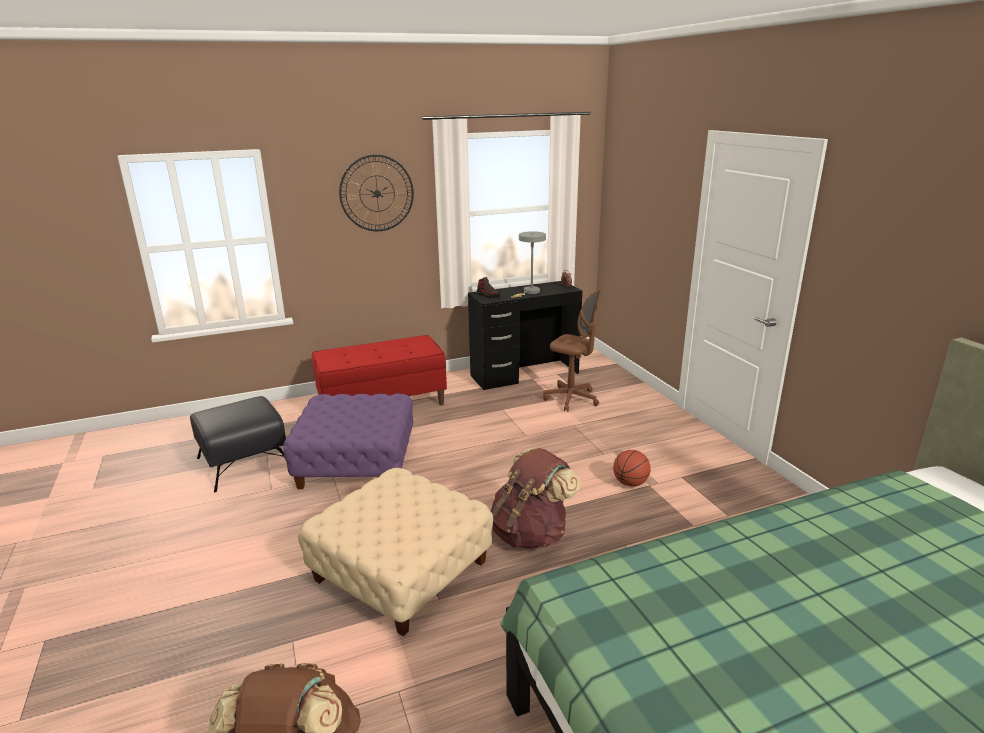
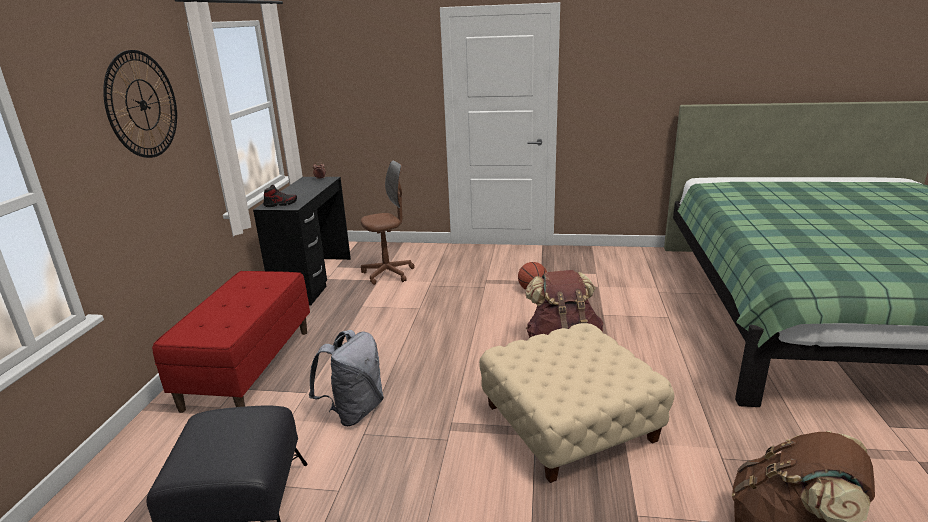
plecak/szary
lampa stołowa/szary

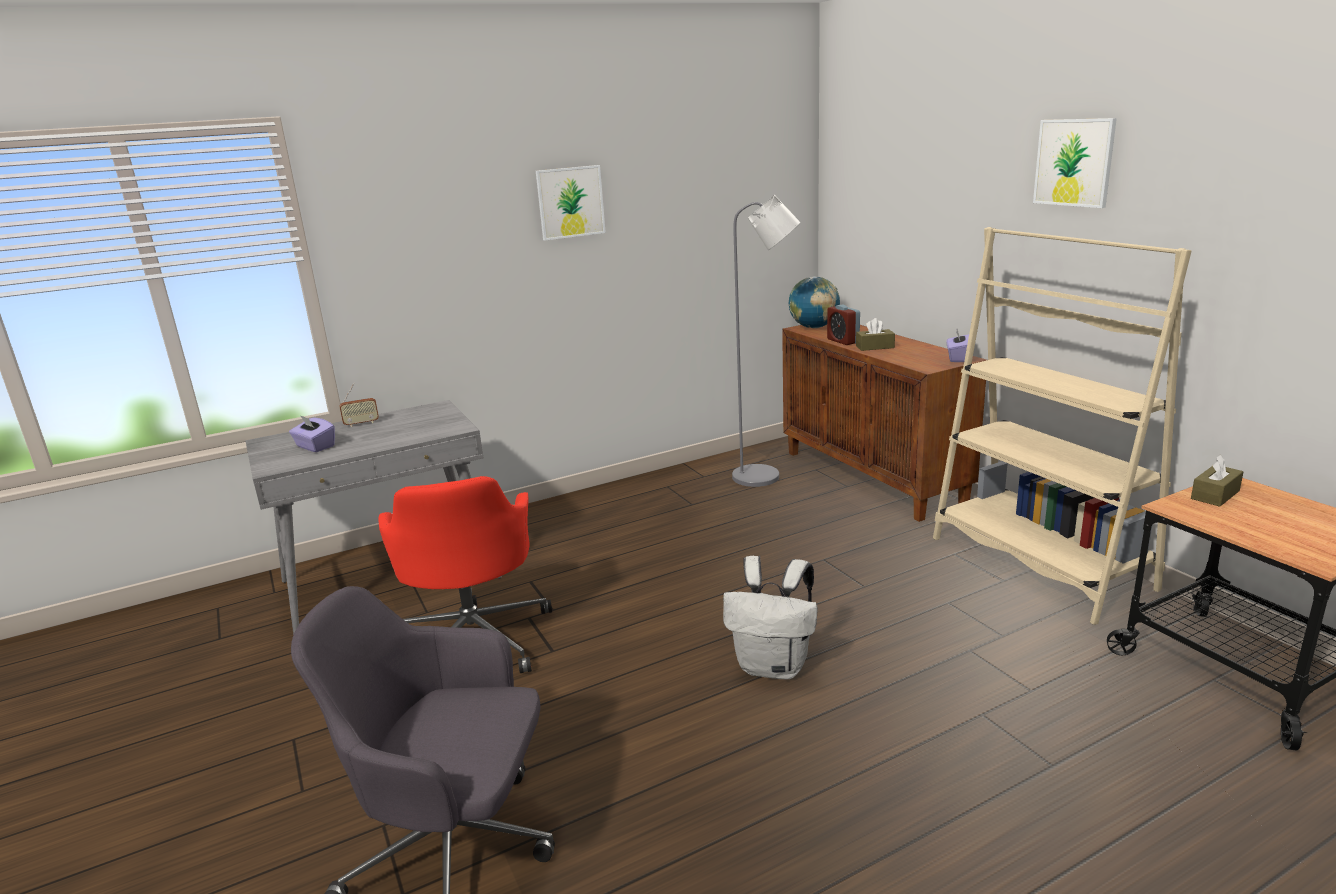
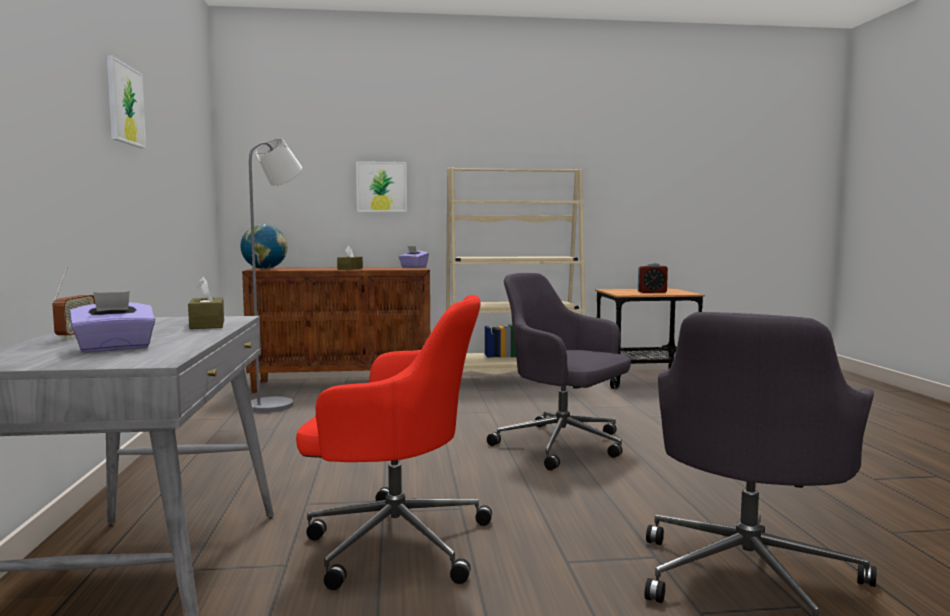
krzesło biurowe/szary (1st from left)
budzik
obraz (2nd from left)
pudełko chusteczek/brązowy (1st from left)

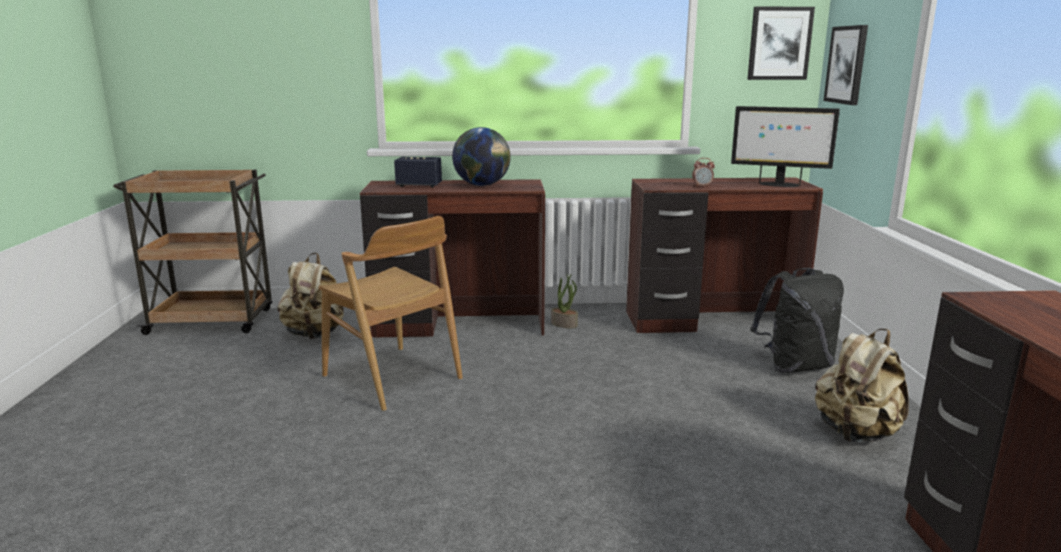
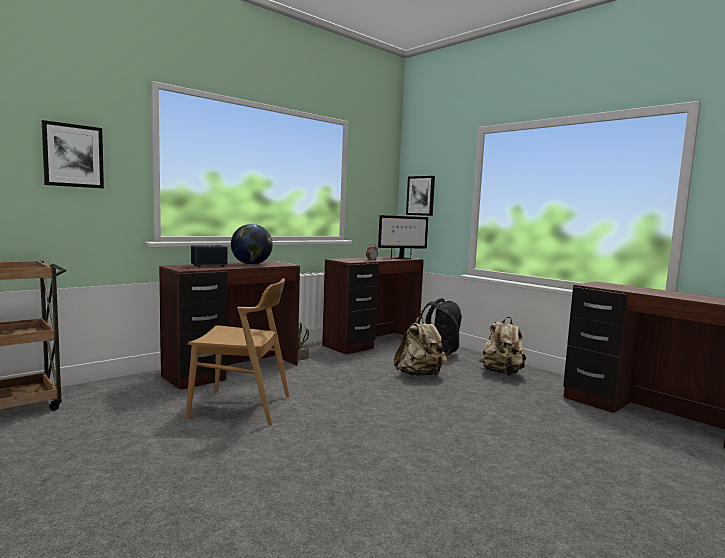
plecak/beżowy (1st from left)
obraz (1st from left)

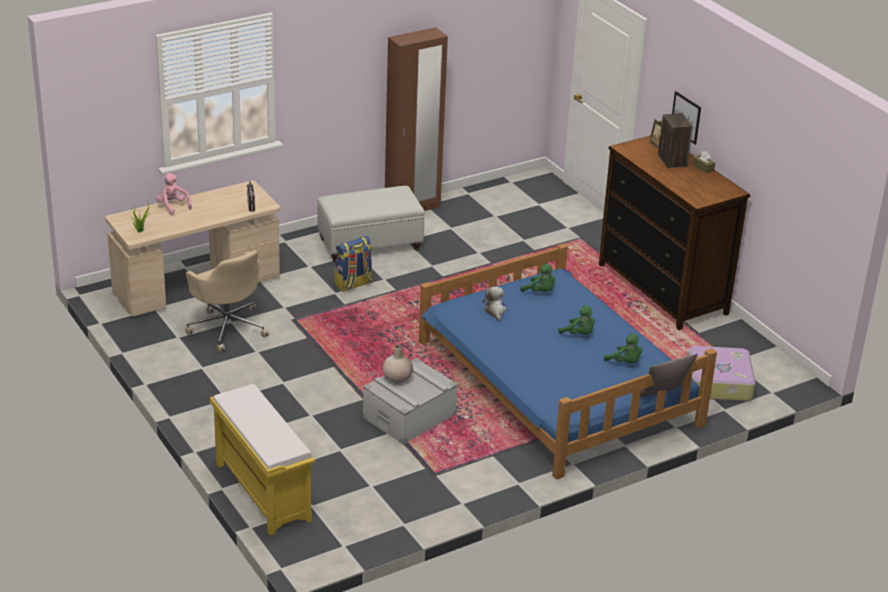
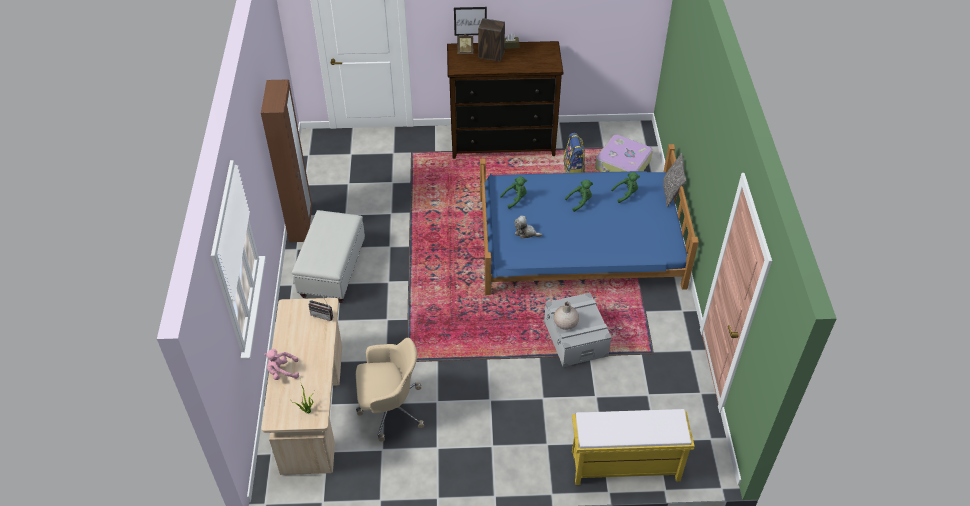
plecak

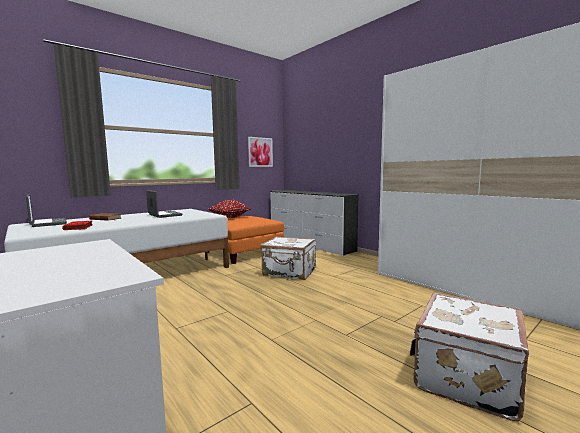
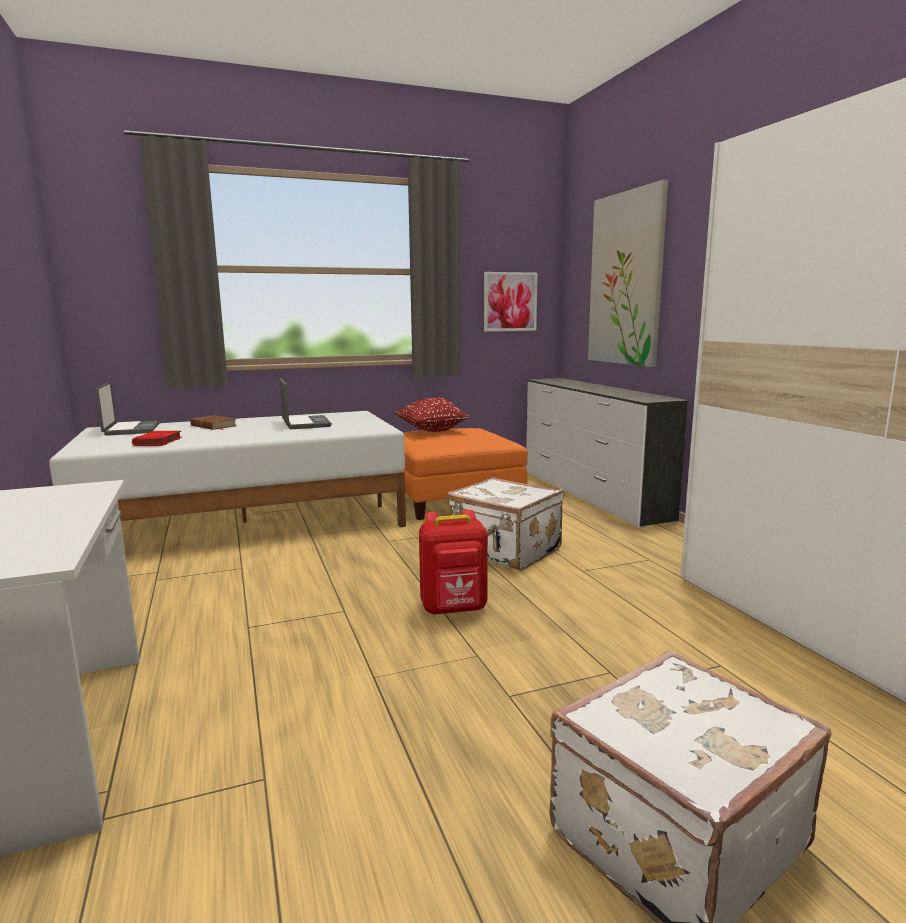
plecak/czerwony
obraz (2nd from left)

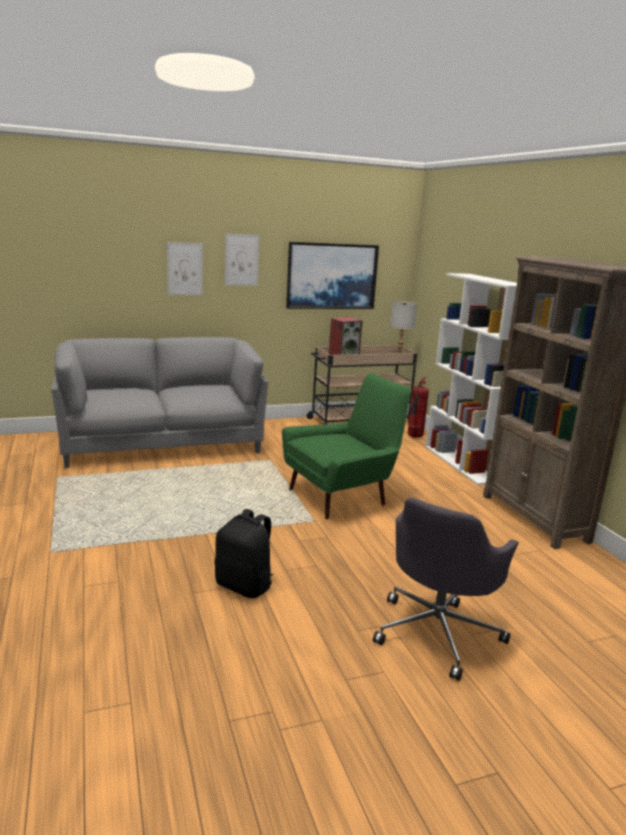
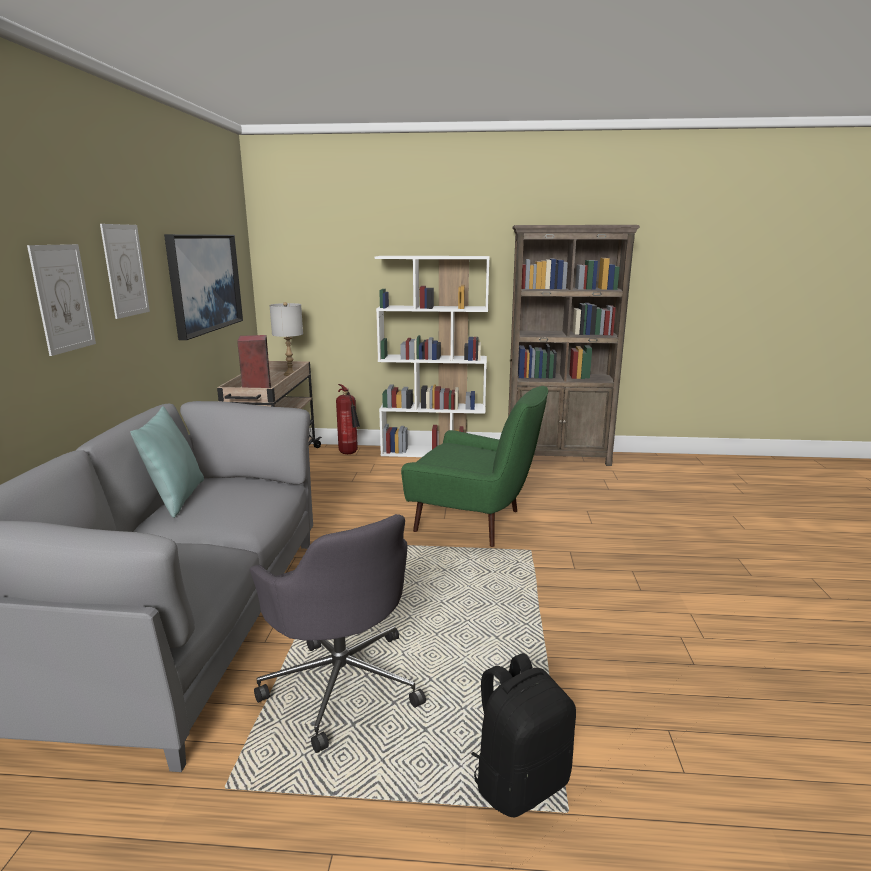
plecak/czarny
fotel/zielony
krzesło biurowe/szary
poduszka/turkusowy

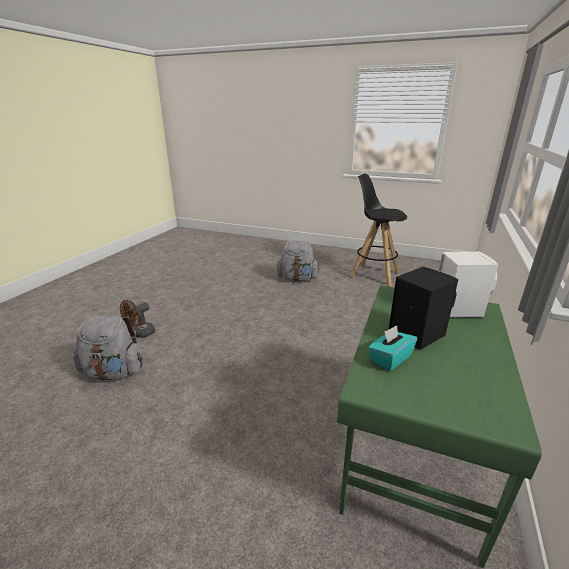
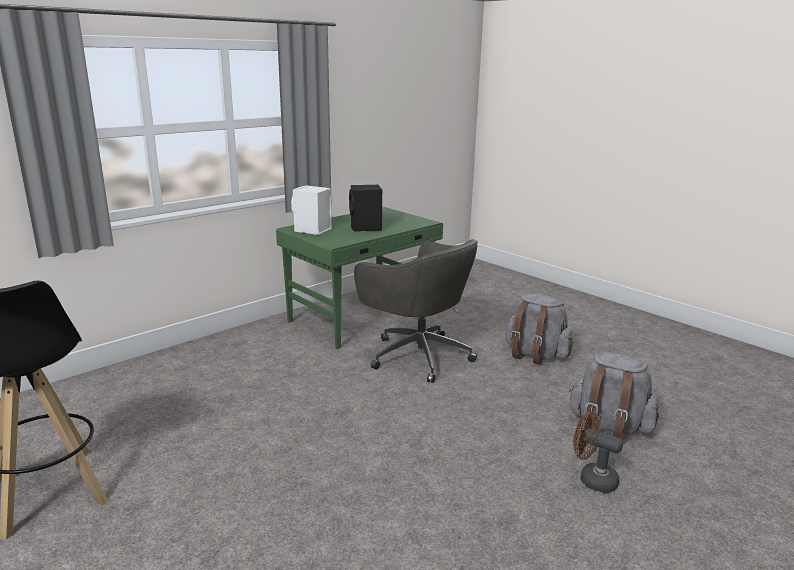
wentylator/brązowy
plecak/szary (1st from left)
pudełko chusteczek/turkusowy
krzesło biurowe/szary

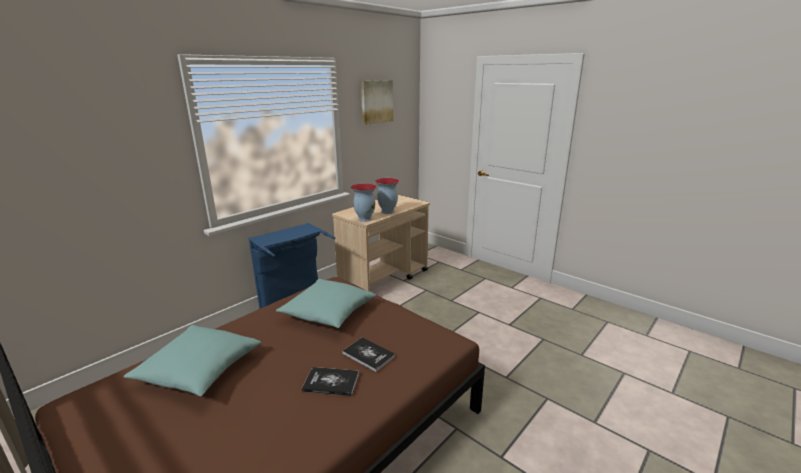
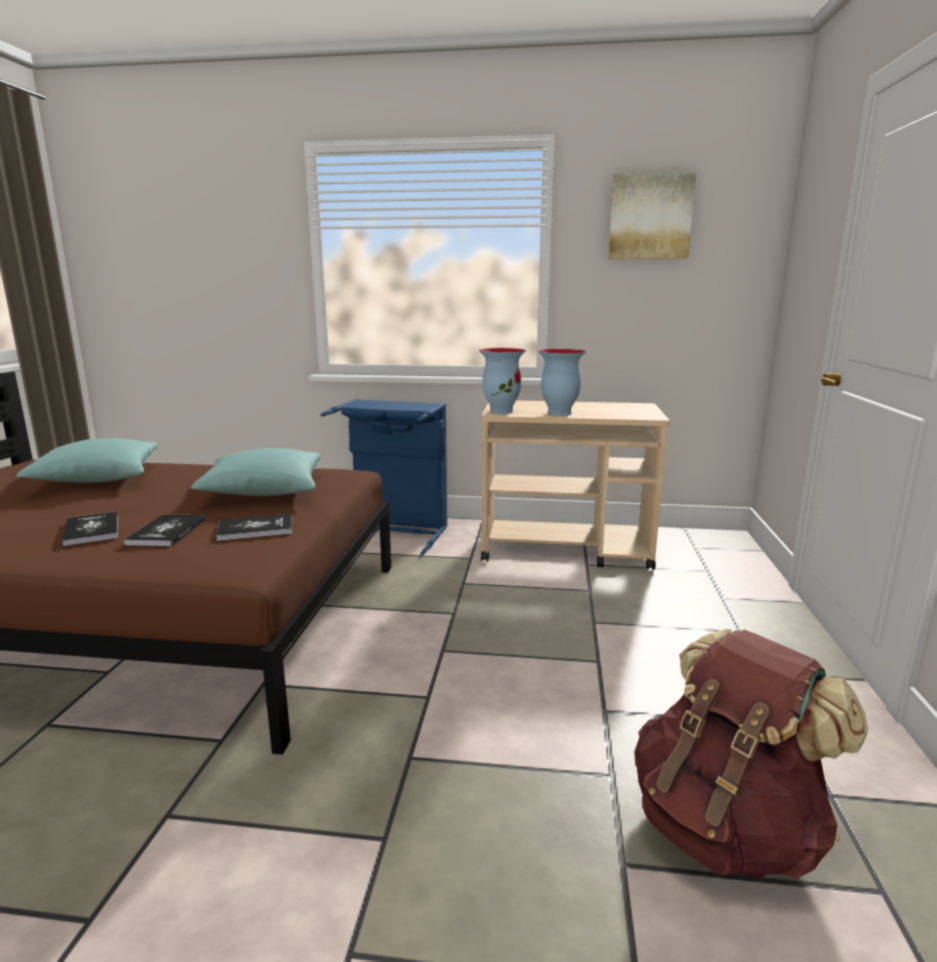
książka (3rd from left)
plecak/brązowy

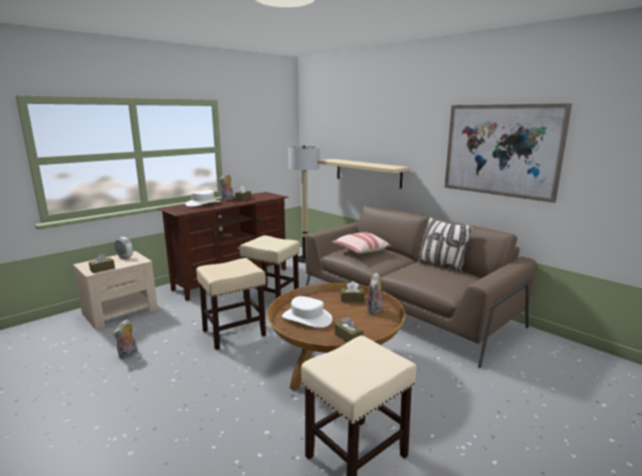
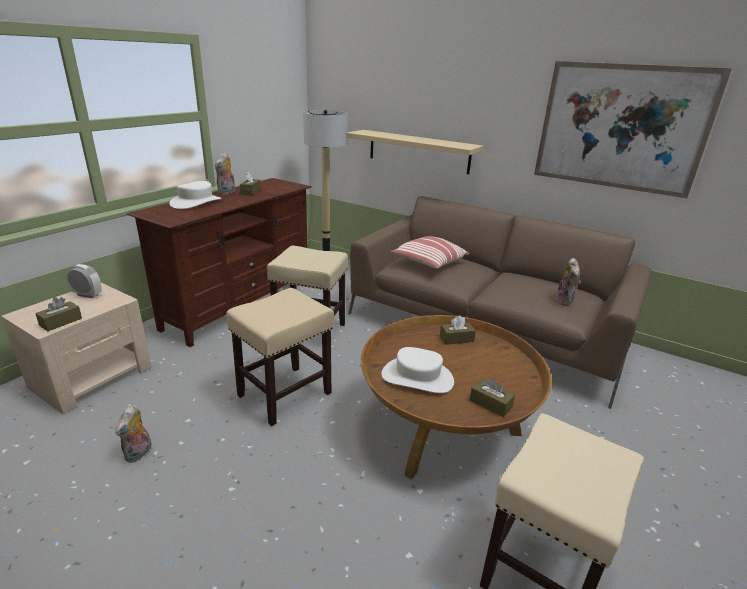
pluszak (3rd from left)
poduszka (2nd from left in the first image)

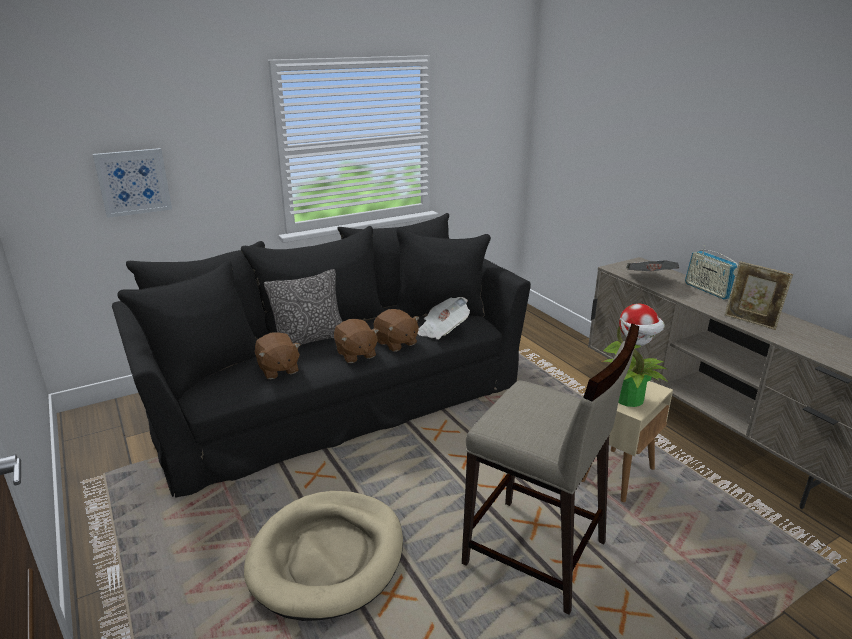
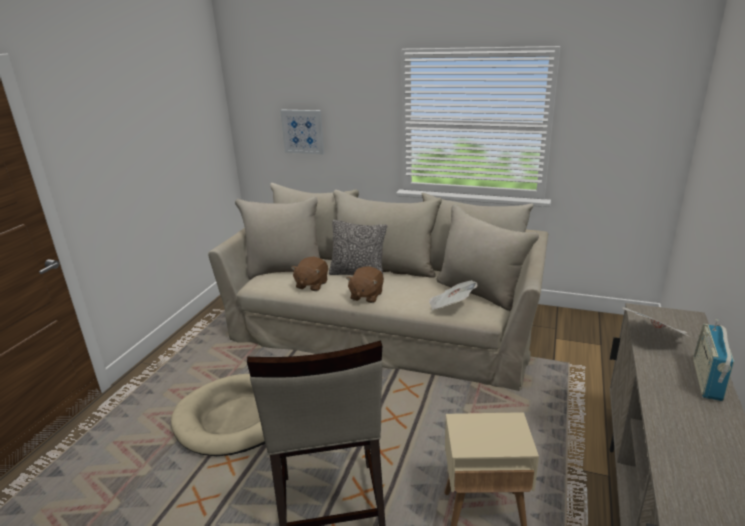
kanapa/beżowy
pluszak/brązowy (3rd from left in the first image)
roślina doniczkowa
ramka na zdjęcie

